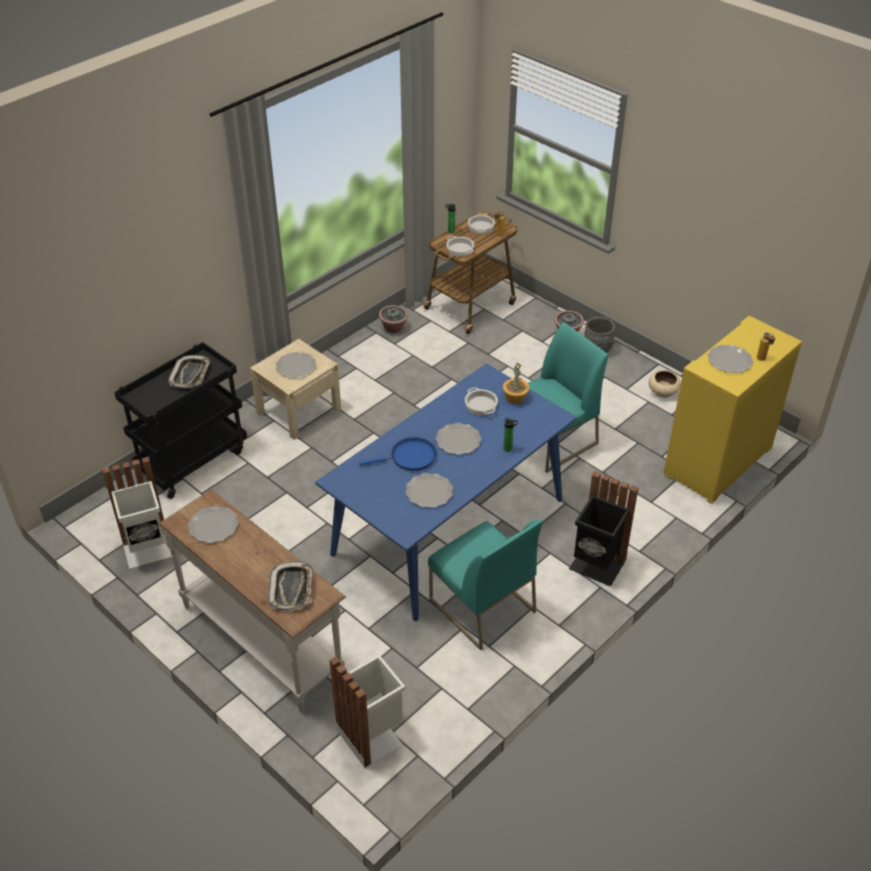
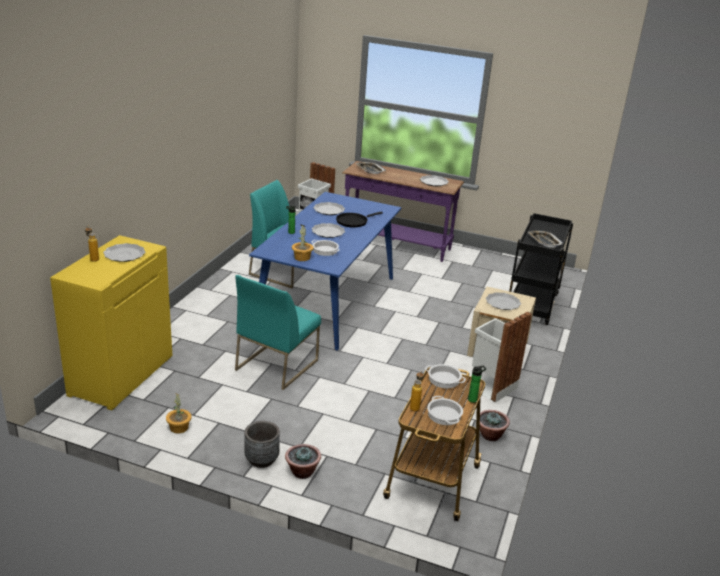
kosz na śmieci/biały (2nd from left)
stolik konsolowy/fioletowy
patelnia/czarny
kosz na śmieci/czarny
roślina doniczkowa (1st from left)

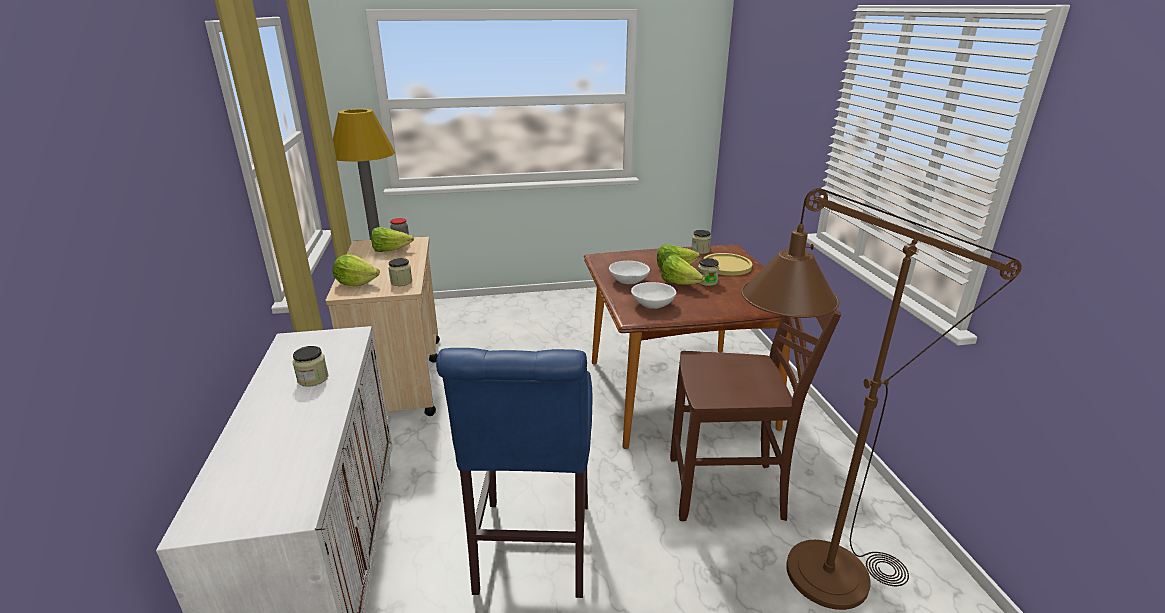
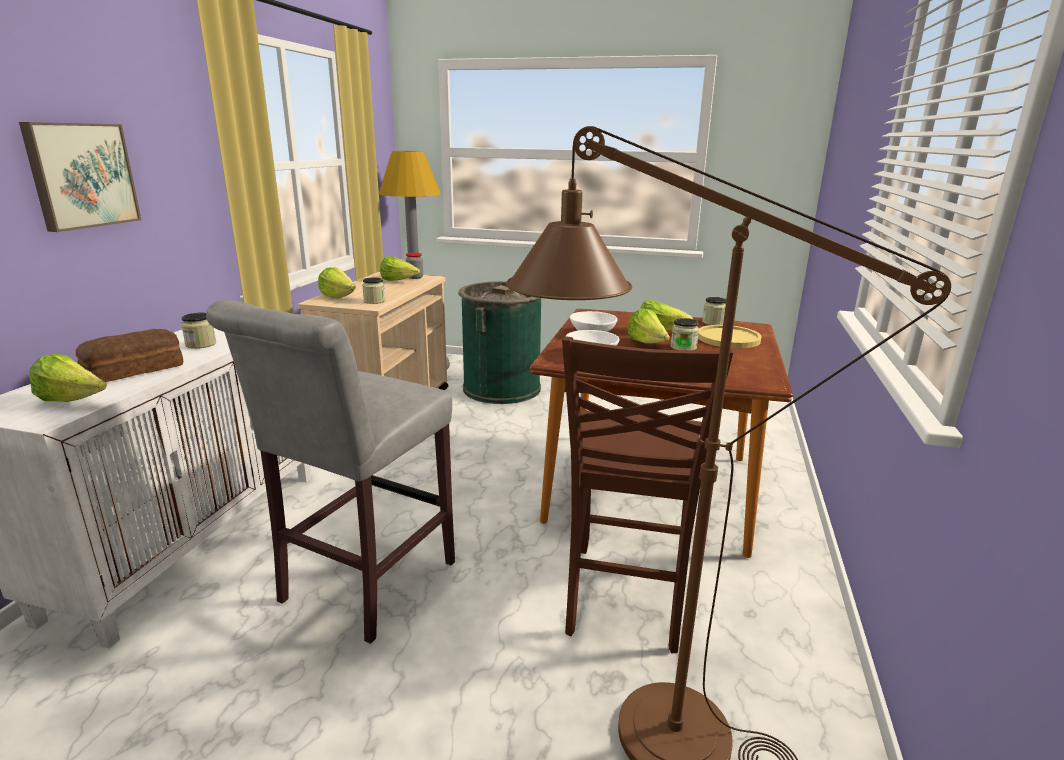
stołek/szary
krzesło/brązowy
obraz
sałata (1st from left)
chleb
kosz na śmieci/zielony

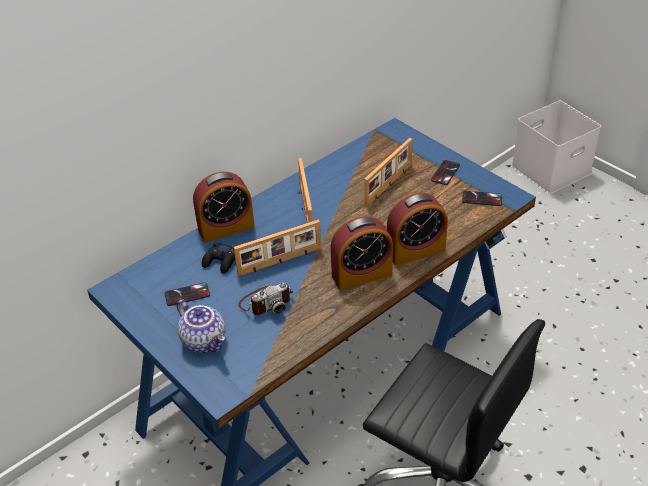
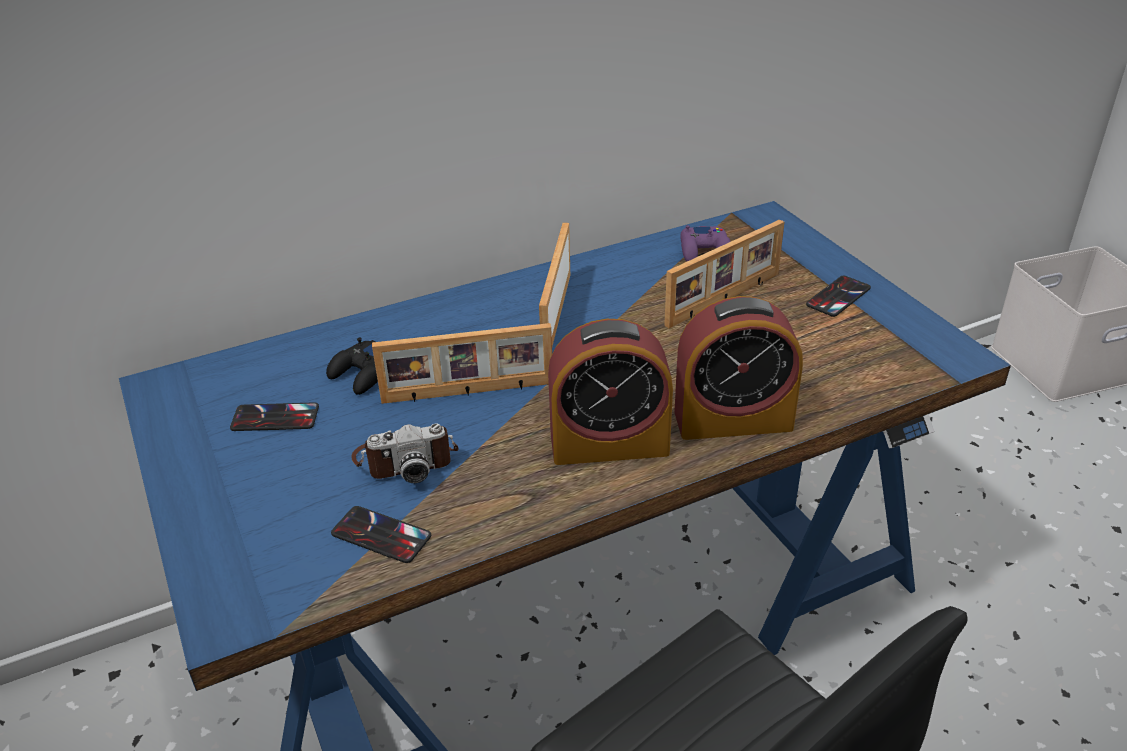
imbryk
budzik (1st from left in the first image)
telefon (2nd from left)
pad do gier/fioletowy

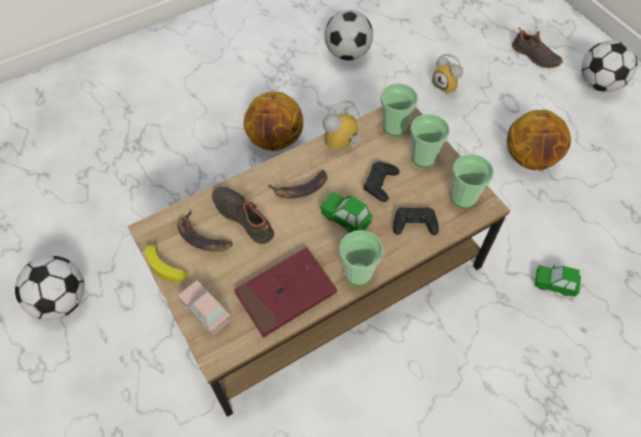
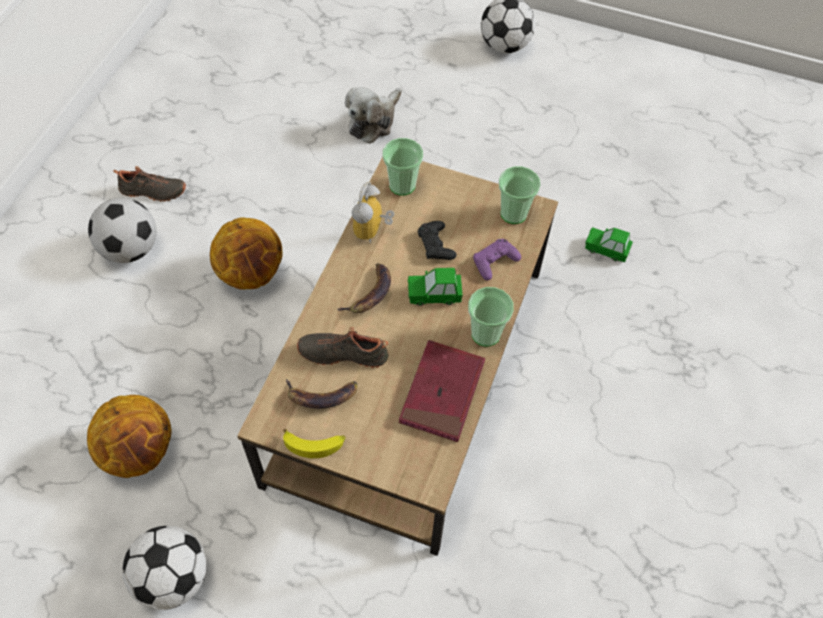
samochodzik/różowy
piłka futbolowa (1st from left)
pad do gier/fioletowy
filiżanka (3rd from left in the first image)
pluszak
piłka do koszykówki (1st from left)
but/czarny (1st from left)
samochodzik/zielony (2nd from left)

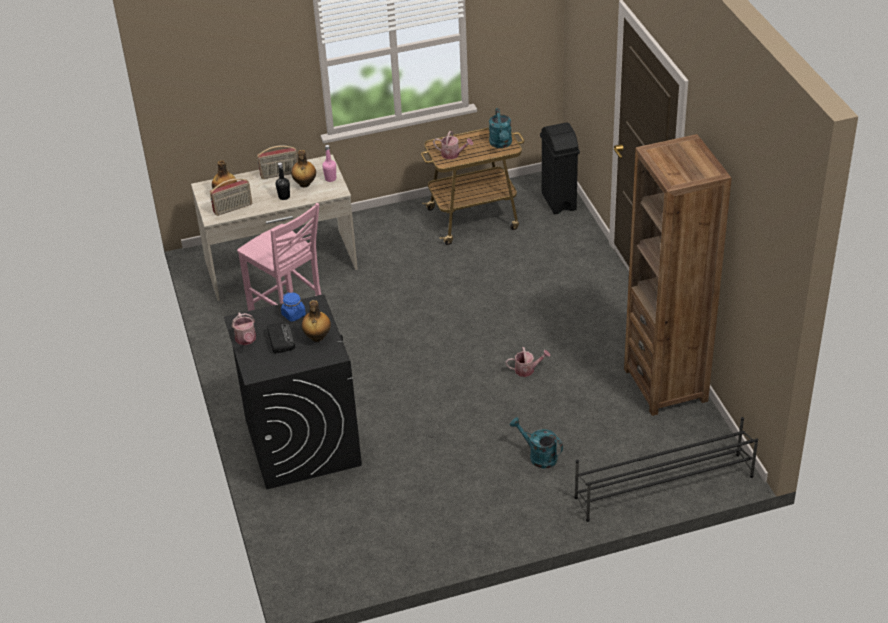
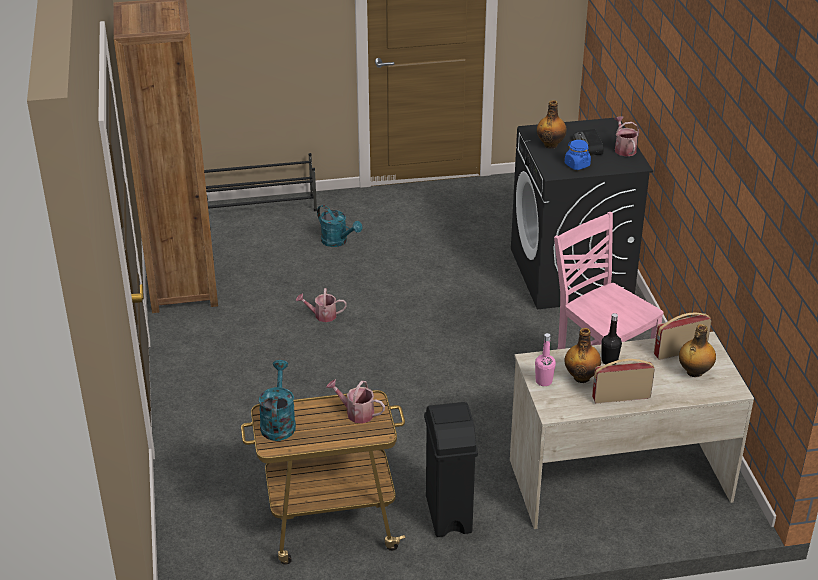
kosz na śmieci/czarny

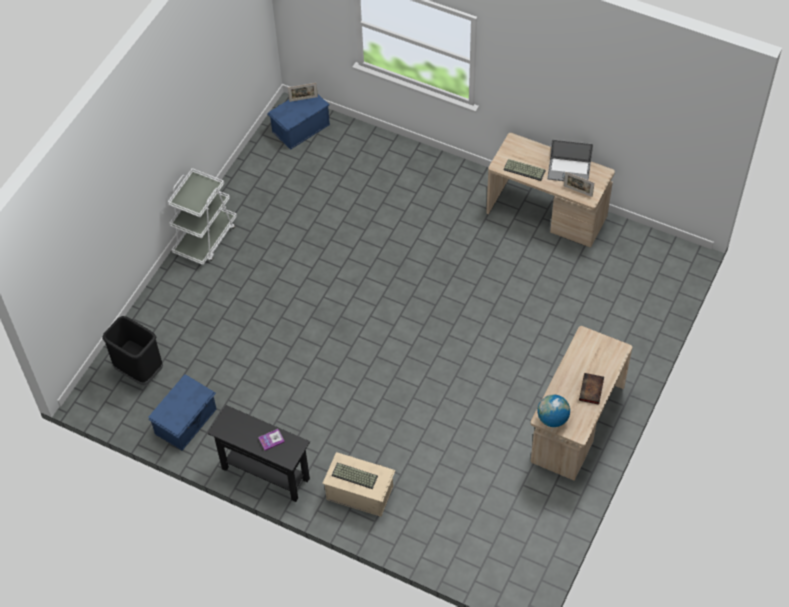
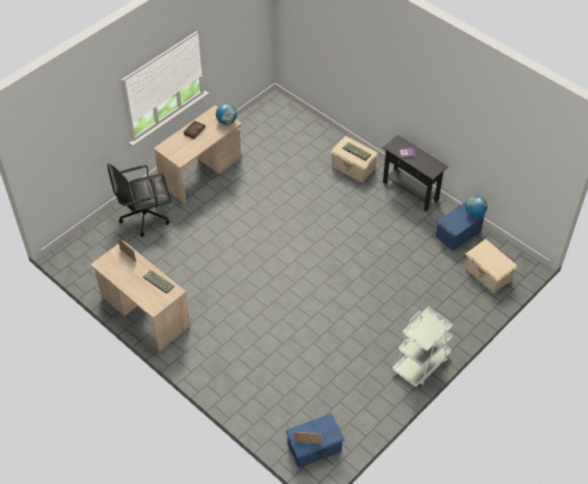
pojemnik do przechowywania/beżowy (2nd from left)
laptop
krzesło biurowe/czarny
globus (2nd from left)

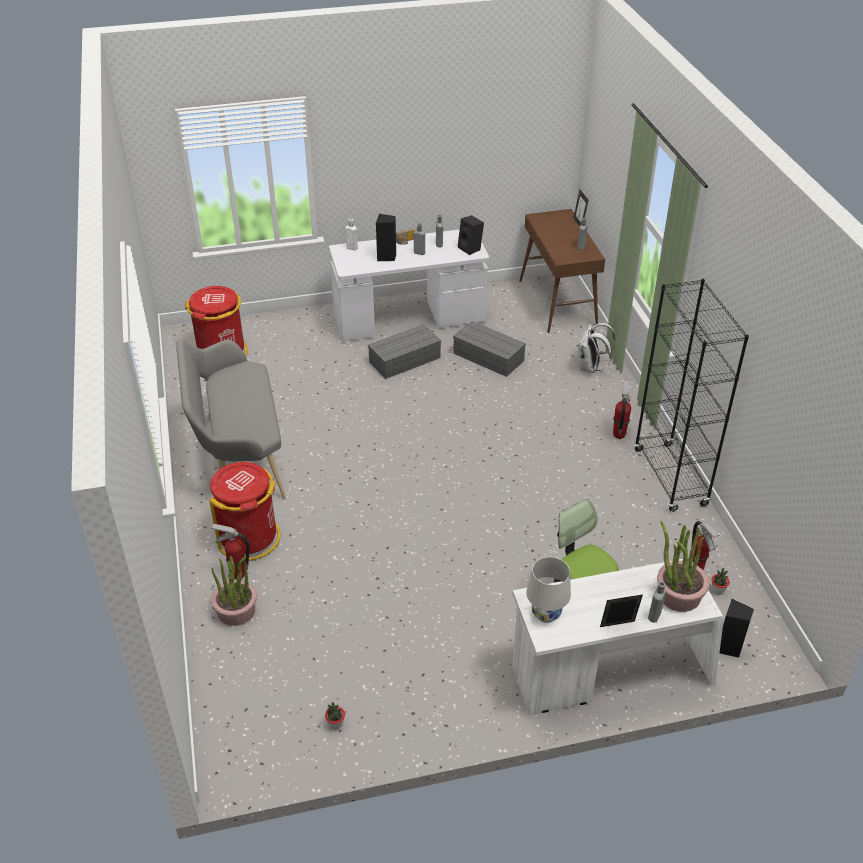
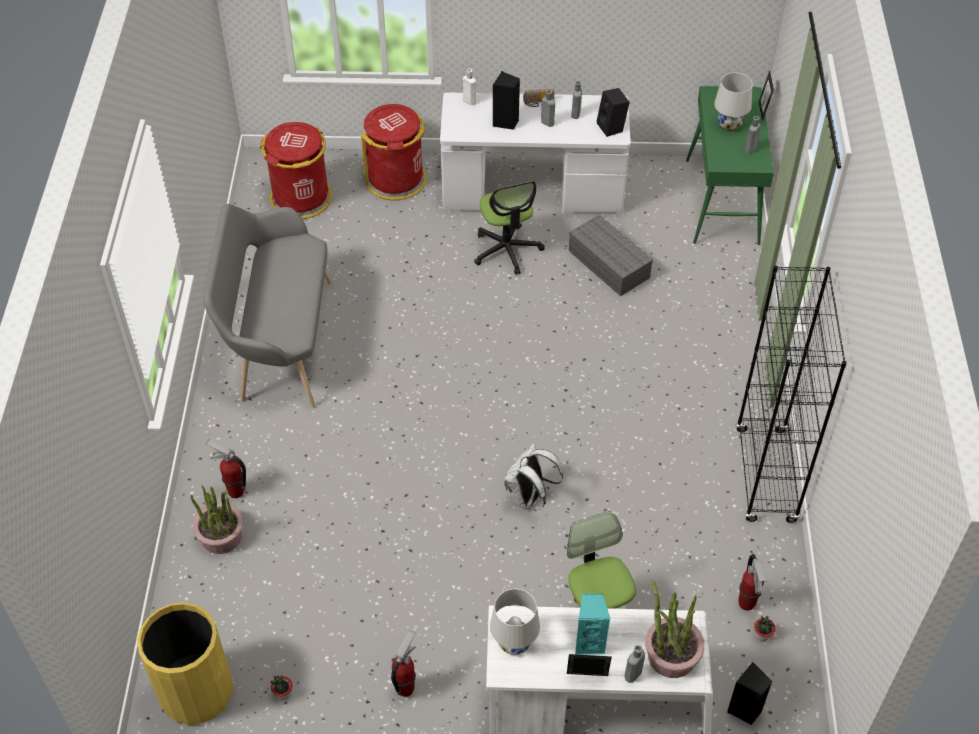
kosz na śmieci/czerwony (2nd from left)
krzesło biurowe (1st from left)
stolik konsolowy/zielony
plecak/biały
gaśnica (2nd from left)
kosz na śmieci/żółty
głośnik/turkusowy
lampa stołowa/biały (2nd from left)

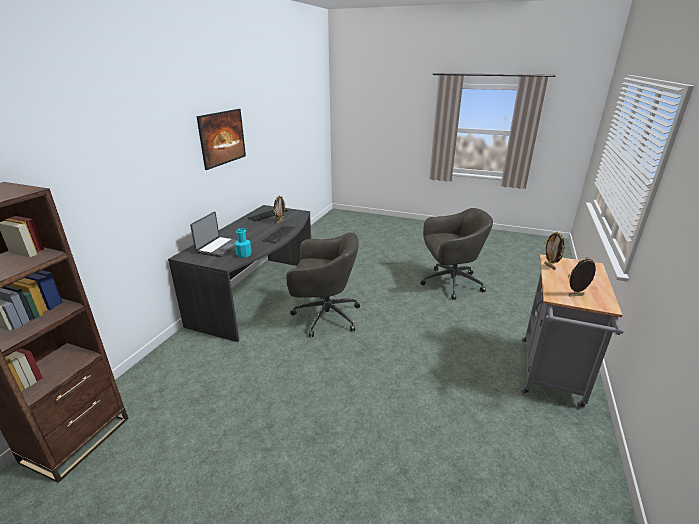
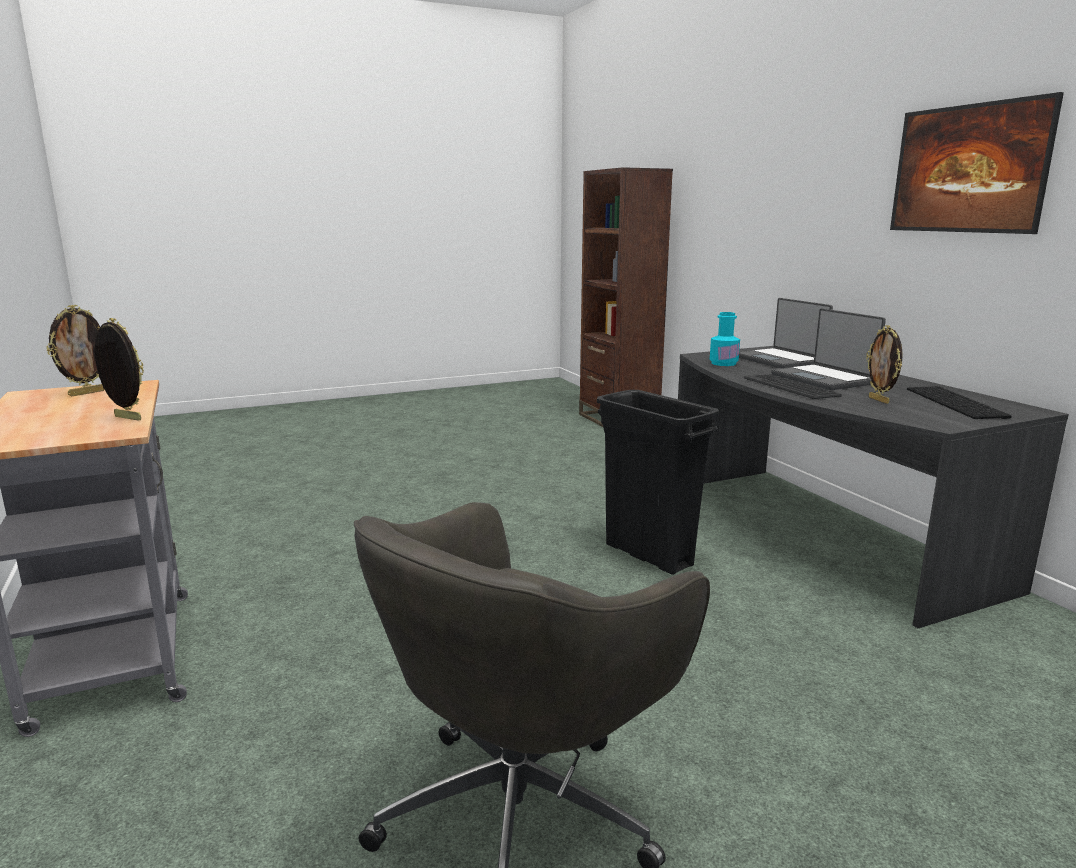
kosz na śmieci/czarny
laptop (2nd from left)

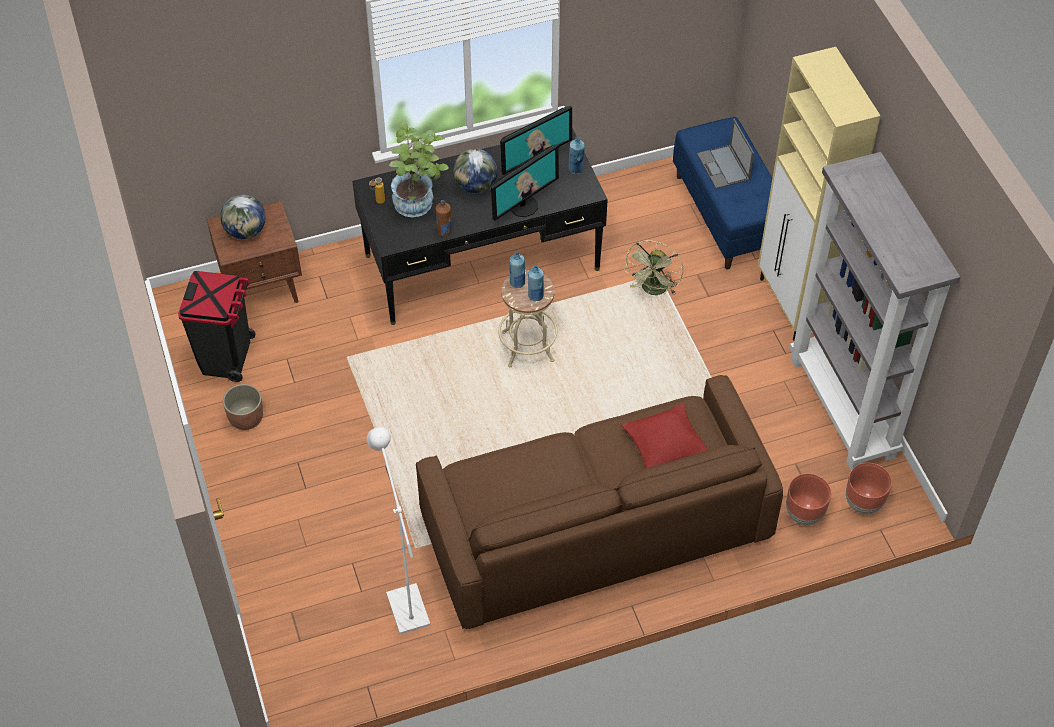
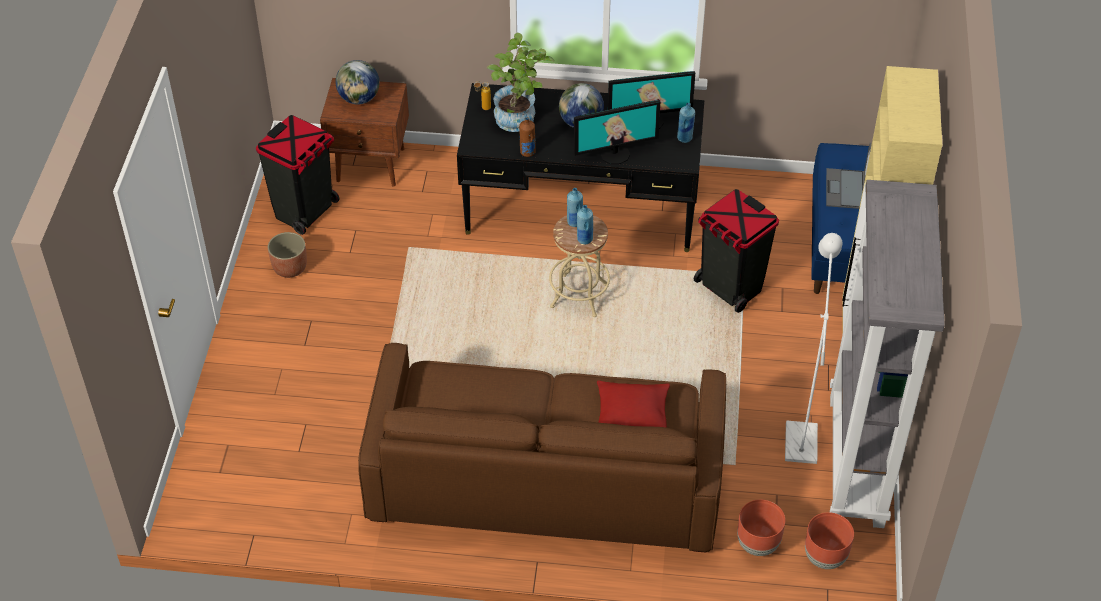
lampa stojąca/biały
kosz na śmieci/czarny (2nd from left)

